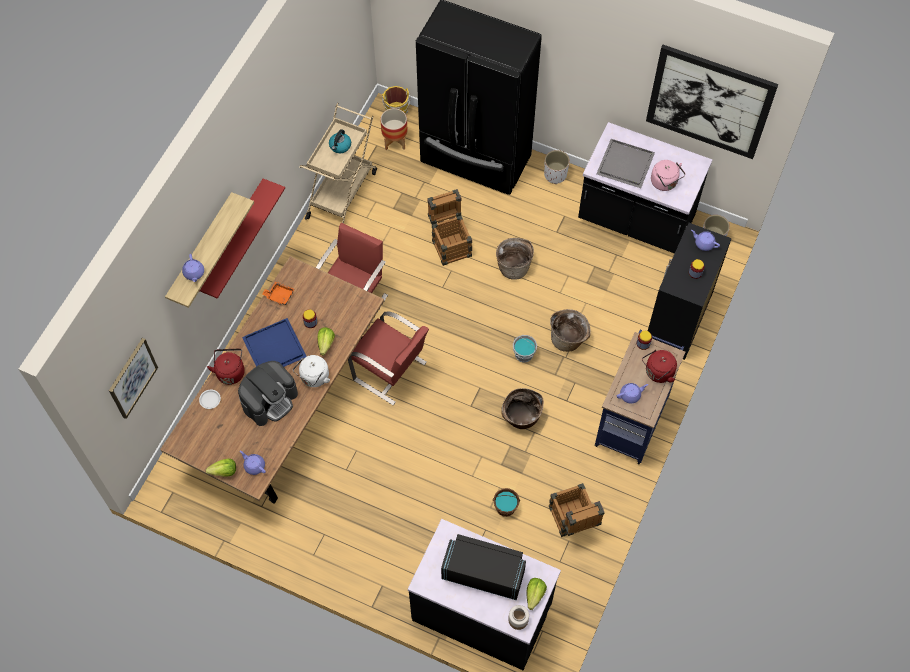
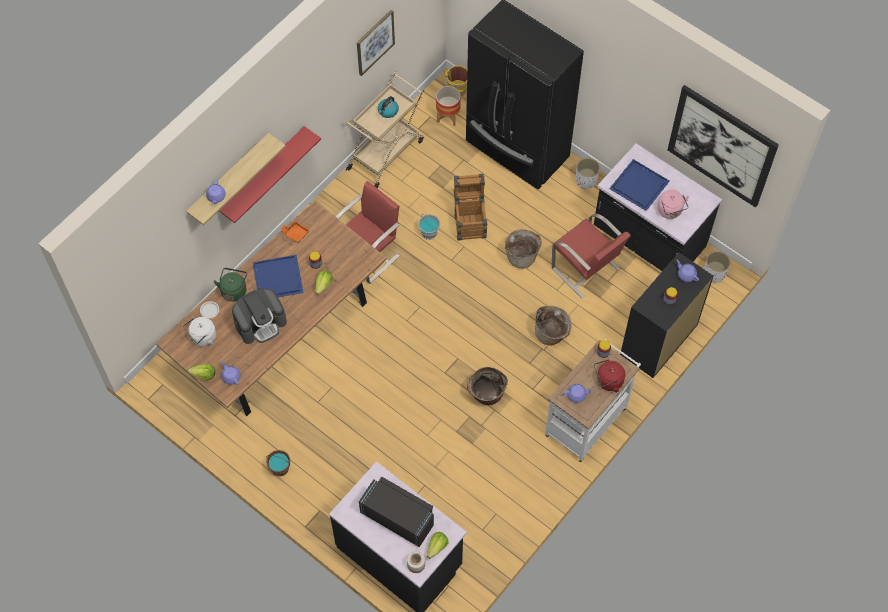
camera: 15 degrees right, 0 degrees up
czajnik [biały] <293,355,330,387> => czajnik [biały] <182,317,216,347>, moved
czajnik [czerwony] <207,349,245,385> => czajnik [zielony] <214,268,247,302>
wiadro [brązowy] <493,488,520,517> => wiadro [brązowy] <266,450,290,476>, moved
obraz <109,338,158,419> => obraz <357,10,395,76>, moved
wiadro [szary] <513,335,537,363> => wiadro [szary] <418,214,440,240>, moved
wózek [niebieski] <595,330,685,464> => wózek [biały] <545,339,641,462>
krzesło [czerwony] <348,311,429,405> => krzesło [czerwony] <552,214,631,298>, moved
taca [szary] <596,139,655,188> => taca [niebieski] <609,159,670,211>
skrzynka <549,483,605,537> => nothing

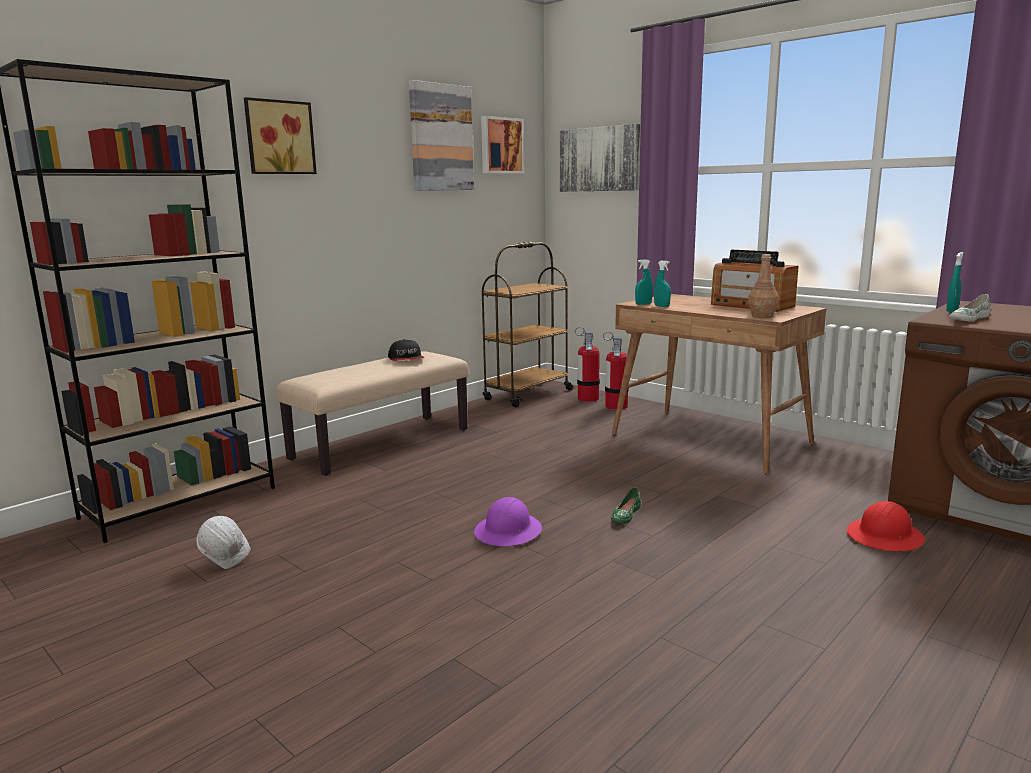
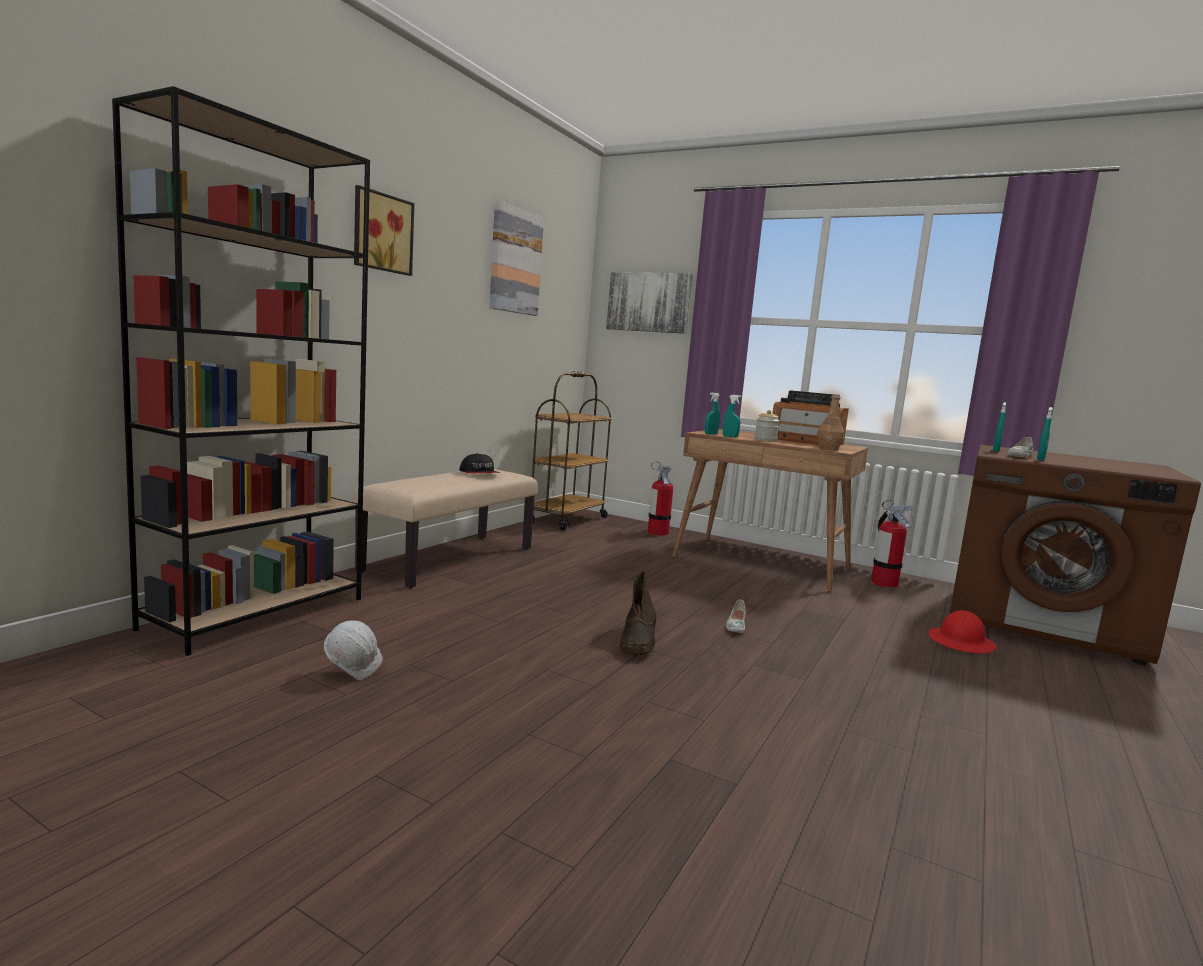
camera: 15 degrees left, 5 degrees down
kask [fioletowy] <474,497,542,546> => but z cholewką [brązowy] <620,571,657,655>
but [zielony] <611,488,641,524> => but [biały] <726,600,746,633>
nothing => słoik <755,410,780,442>
gaśnica <575,327,600,402> => gaśnica <871,499,913,588>, moved
nothing => spryskiwacz [turkusowy] <1037,407,1053,460>
obraz <481,116,525,174> => nothing

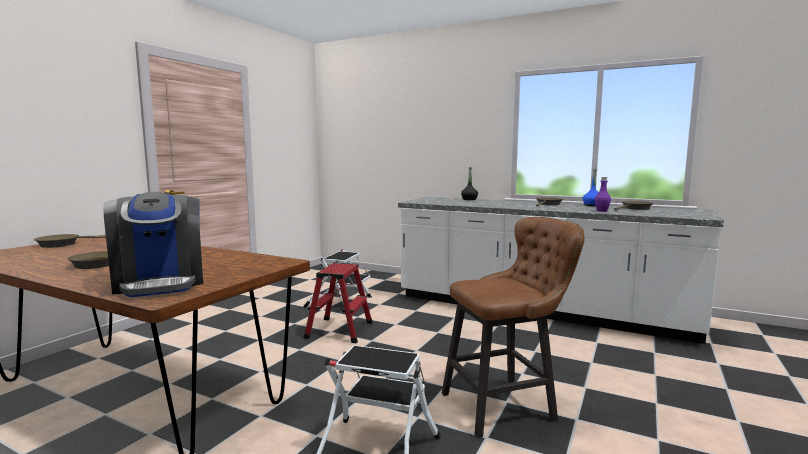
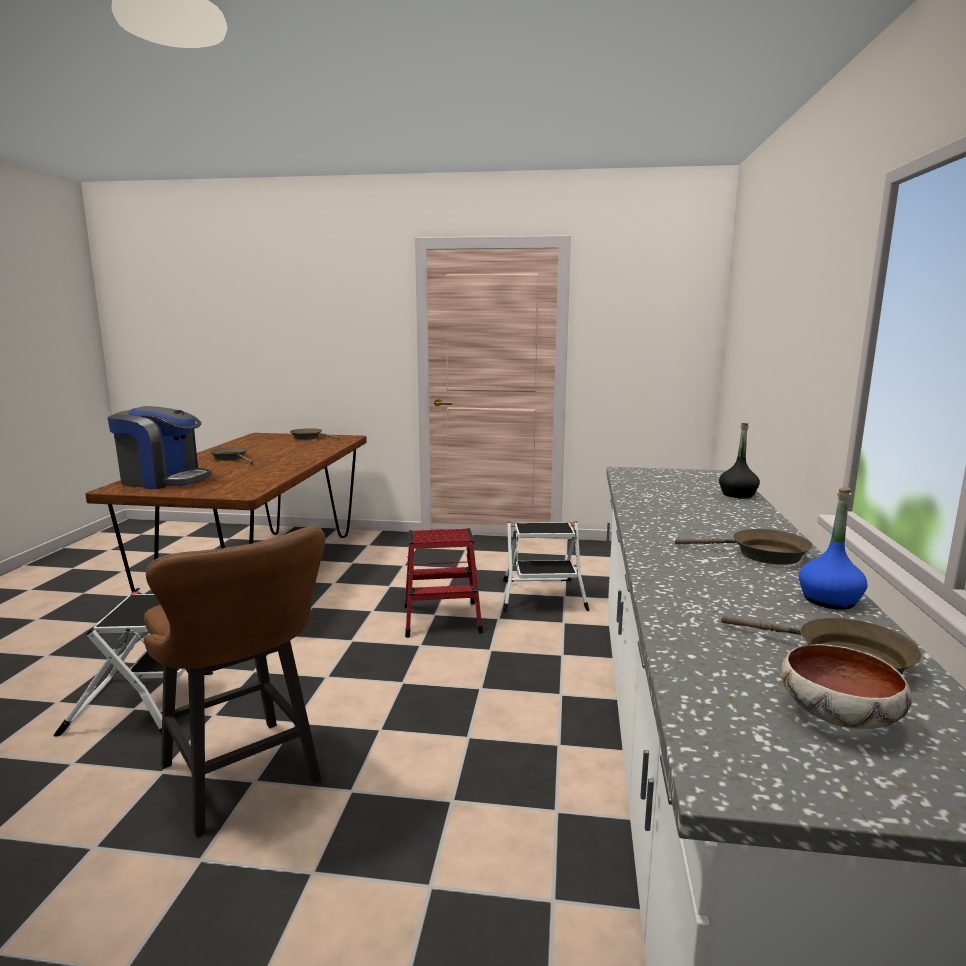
camera: 70 degrees right, 5 degrees up
ekspres do kawy <103,192,203,297> => ekspres do kawy <107,406,212,489>, 120 degrees counterclockwise
nothing => miska <781,644,912,729>
butelka [fioletowy] <595,177,611,212> => nothing

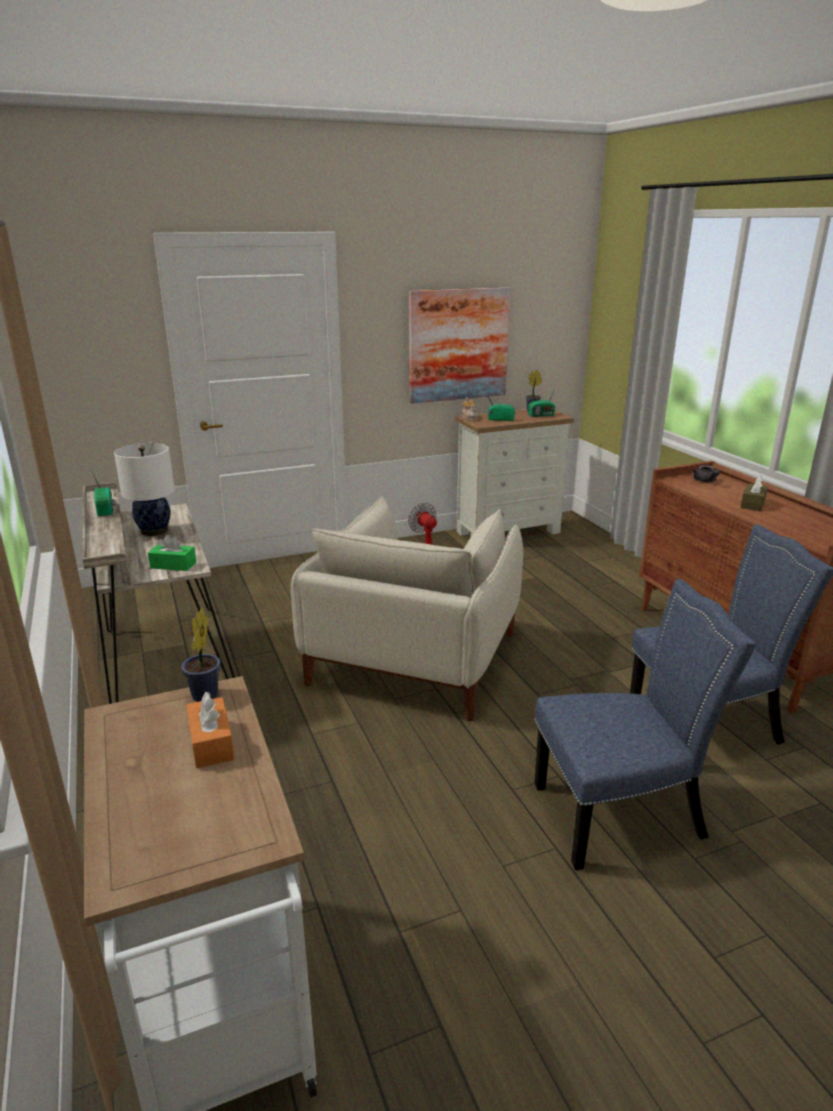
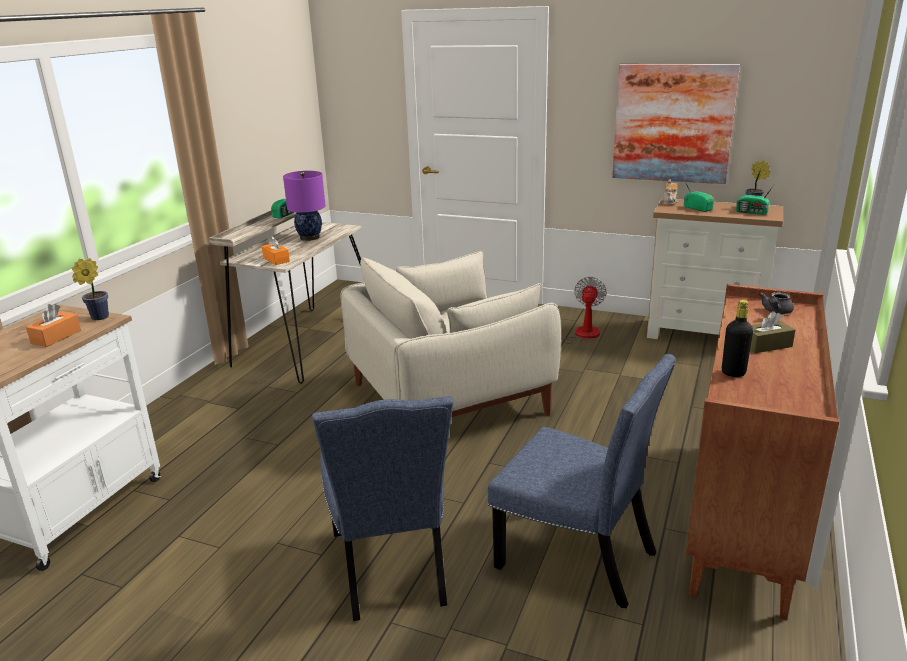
camera: 45 degrees right, 0 degrees up
pudełko chusteczek [zielony] <148,535,196,571> => pudełko chusteczek [pomarańczowy] <262,236,290,265>
lampa stołowa [biały] <114,443,175,536> => lampa stołowa [fioletowy] <283,171,326,241>
krzesło [niebieski] <534,579,757,870> => krzesło [niebieski] <312,396,453,621>, 45 degrees clockwise
nothing => butelka [czarny] <722,300,753,377>

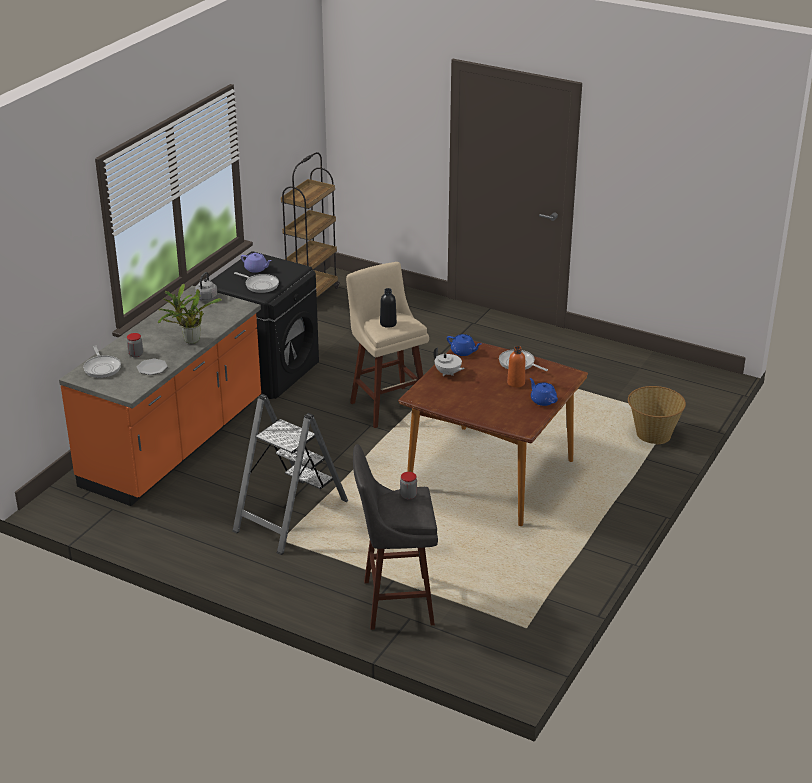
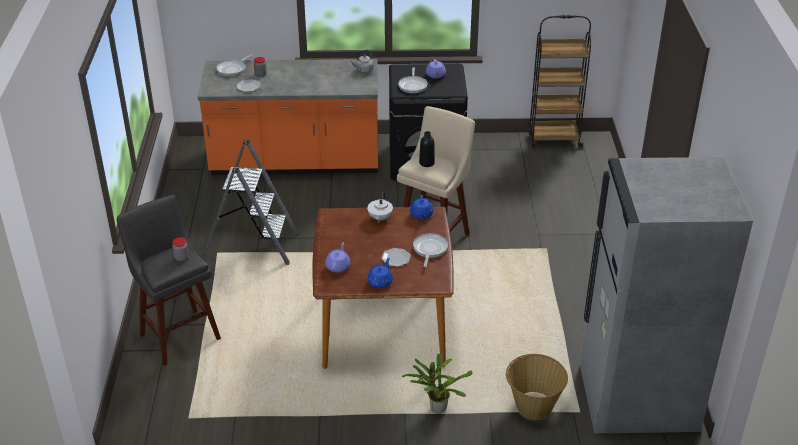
camera: 60 degrees right, 5 degrees up
nothing => imbryk [fioletowy] <325,242,350,273>
butelka [pomarańczowy] <507,346,525,388> => talerz <381,248,411,267>
roślina doniczkowa <158,284,222,344> => roślina doniczkowa <402,354,472,414>, moved
nothing => lodówka [szary] <580,157,753,434>

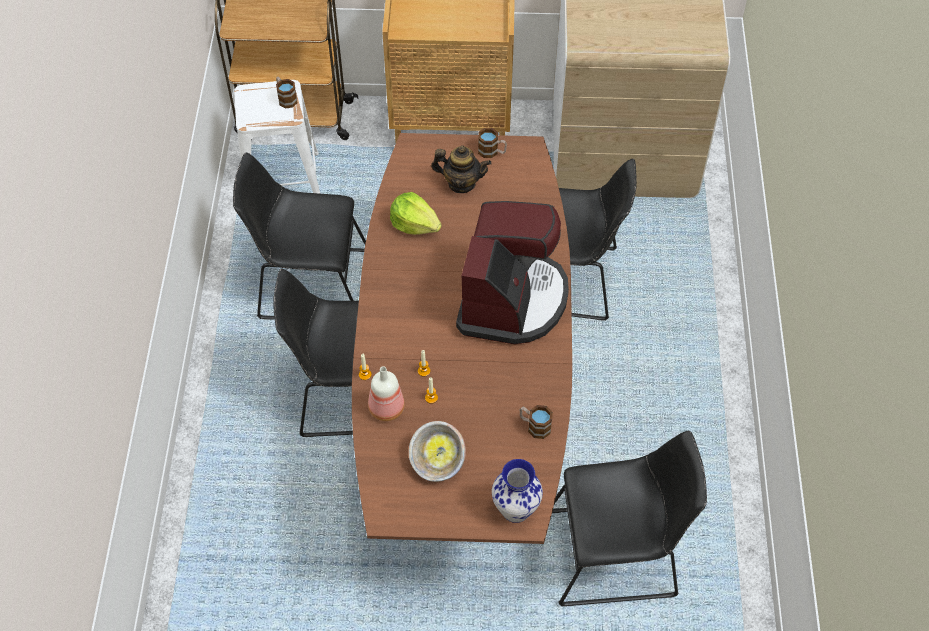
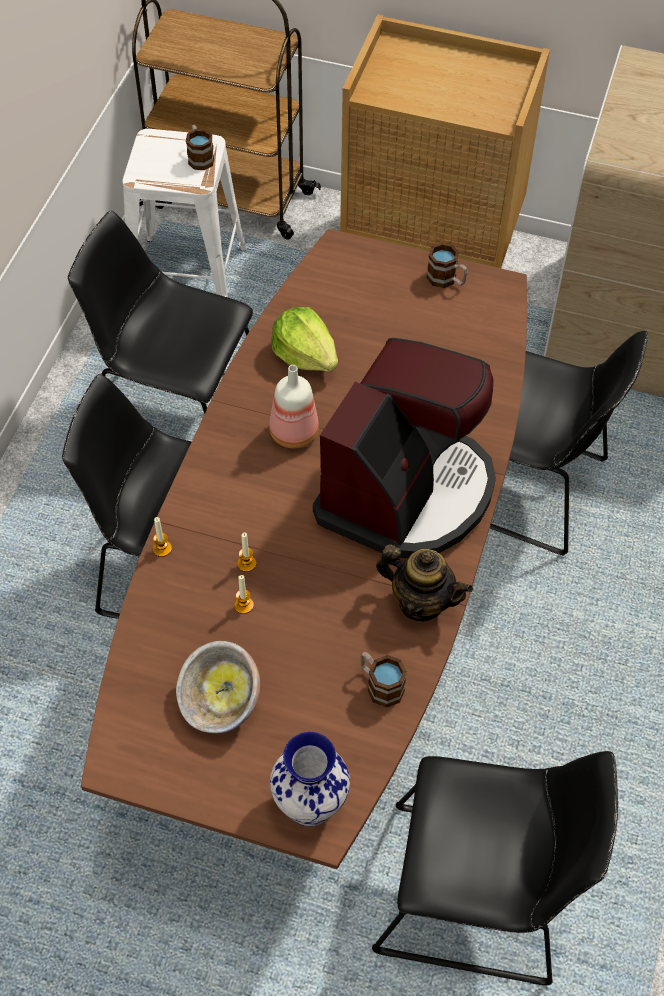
camera: 15 degrees right, 0 degrees up
butelka <368,366,405,421> => butelka <269,365,319,449>, moved
imbryk <431,145,491,193> => imbryk <376,544,473,621>, moved

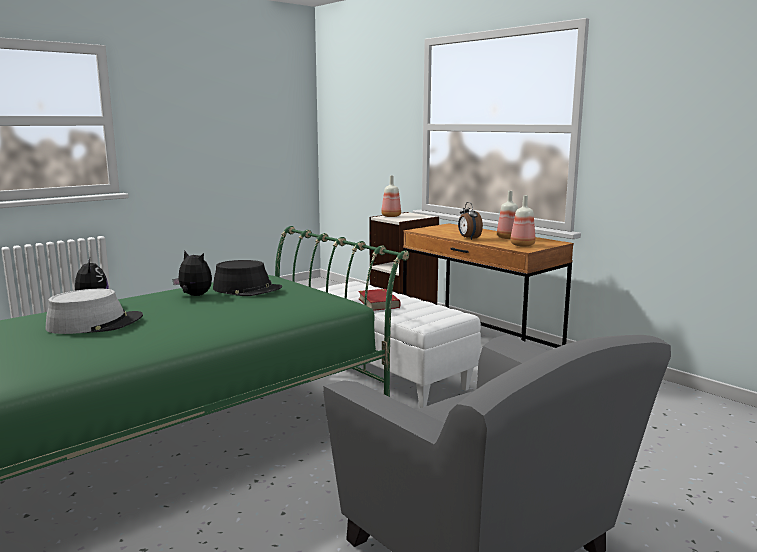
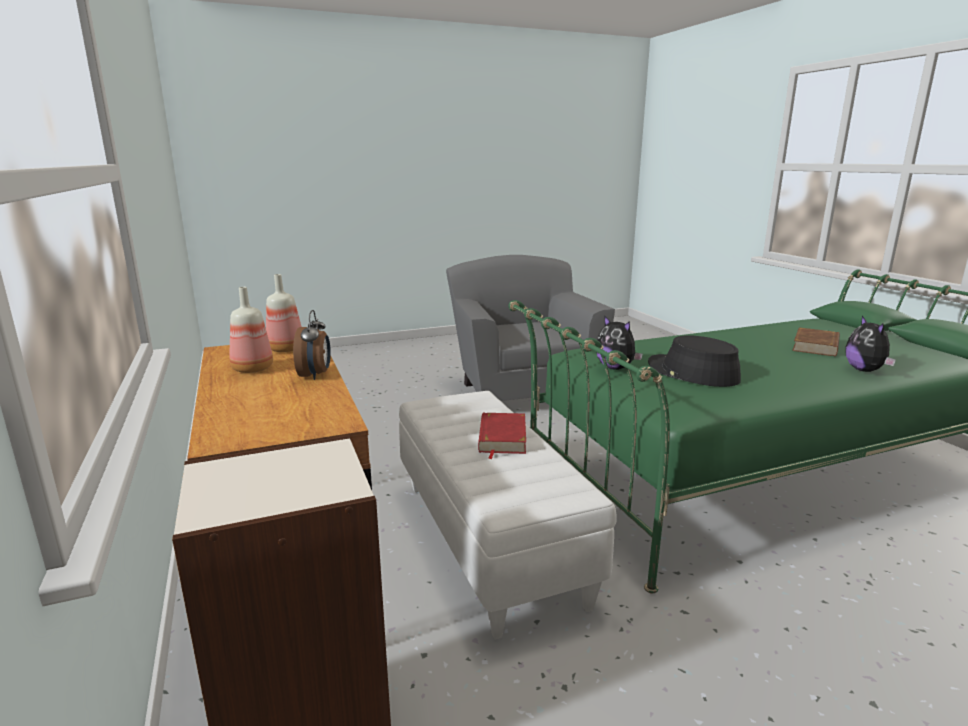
camera: 160 degrees left, 5 degrees up
pluszak <172,251,212,296> => pluszak <597,315,643,370>, moved
kapelusz [szary] <45,289,143,334> => książka [brązowy] <792,327,840,356>
butelka <381,175,401,217> => nothing

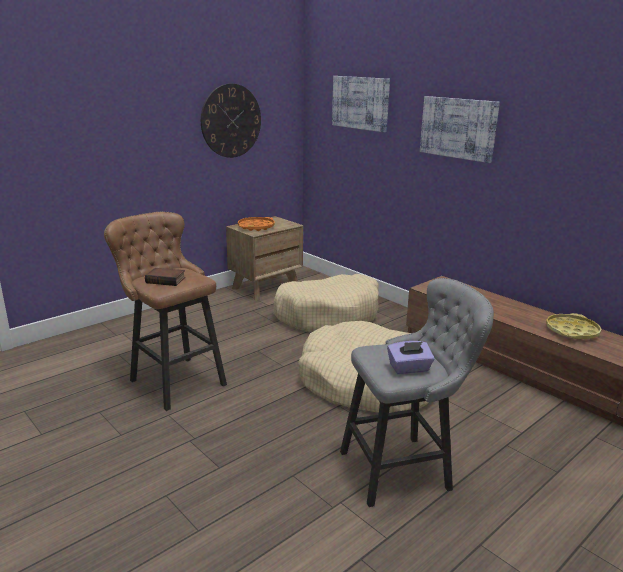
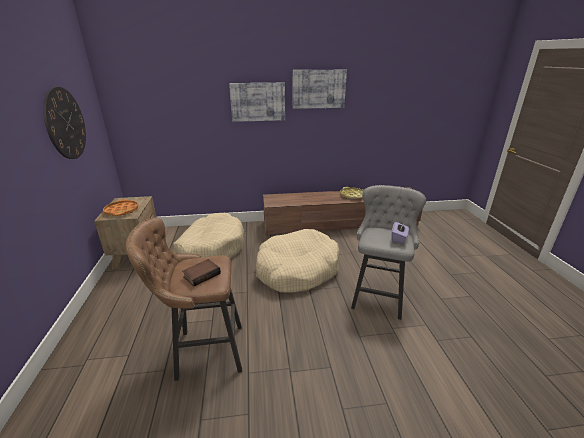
camera: 55 degrees left, 5 degrees up
obraz <332,76,390,132> => obraz <293,70,347,109>, moved

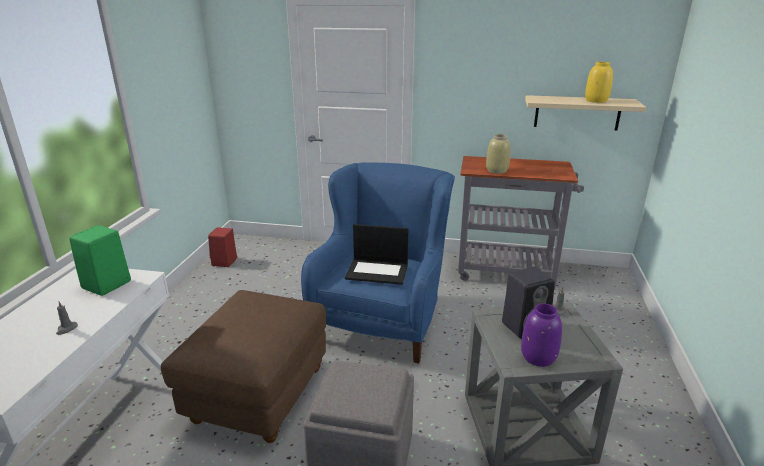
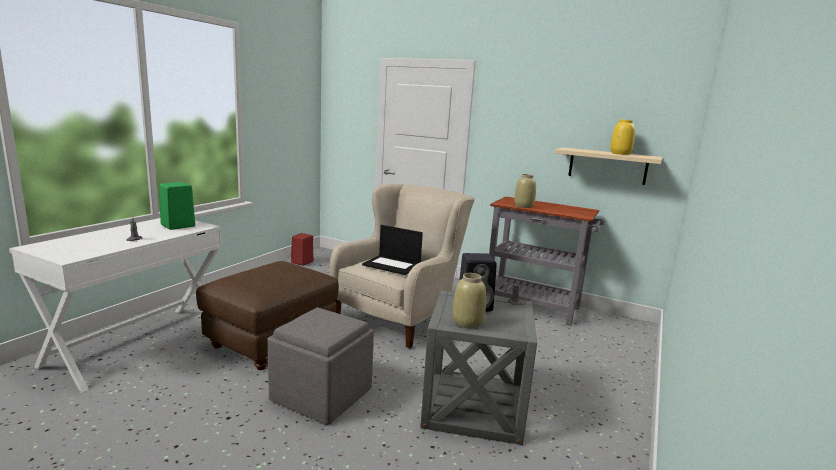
camera: 15 degrees right, 10 degrees down
fotel [niebieski] <301,162,455,364> => fotel [beżowy] <329,184,475,348>
wazon [fioletowy] <521,303,562,367> => wazon [beżowy] <453,273,486,329>

